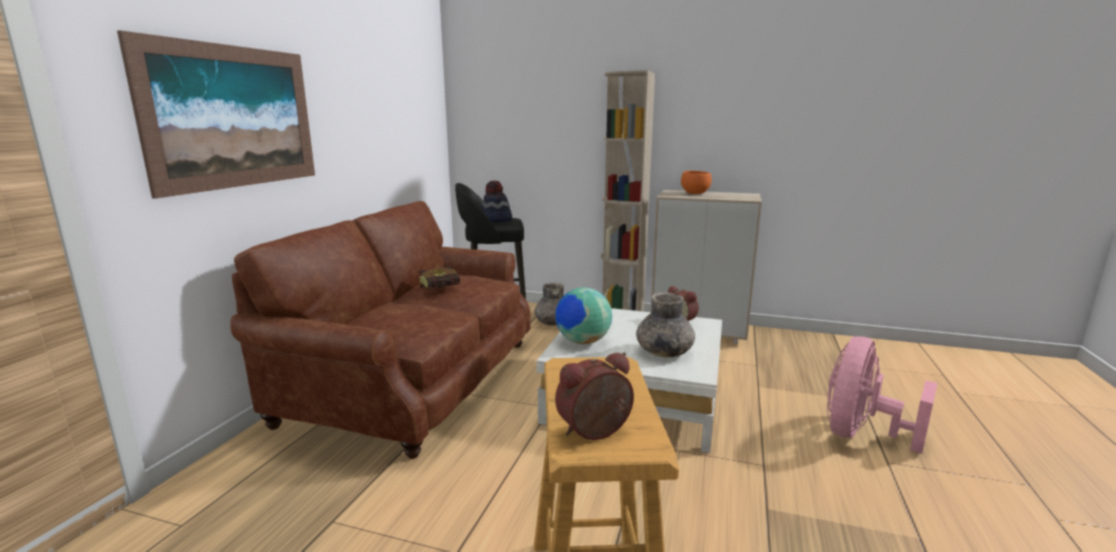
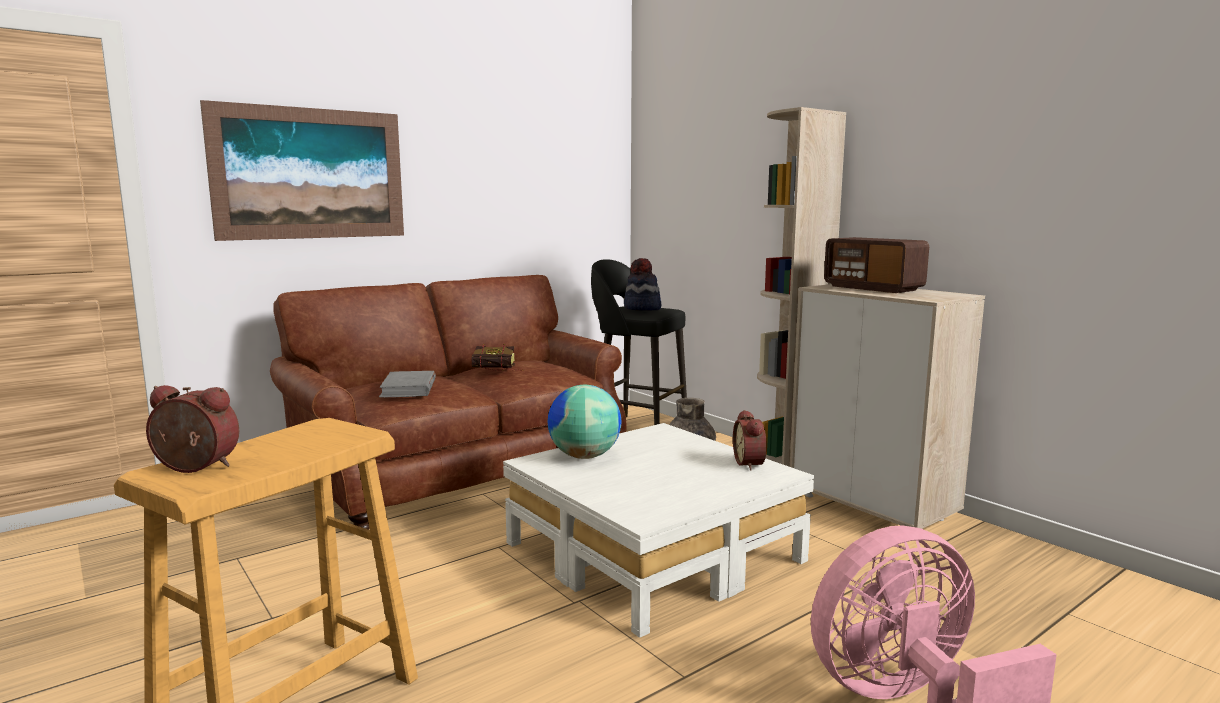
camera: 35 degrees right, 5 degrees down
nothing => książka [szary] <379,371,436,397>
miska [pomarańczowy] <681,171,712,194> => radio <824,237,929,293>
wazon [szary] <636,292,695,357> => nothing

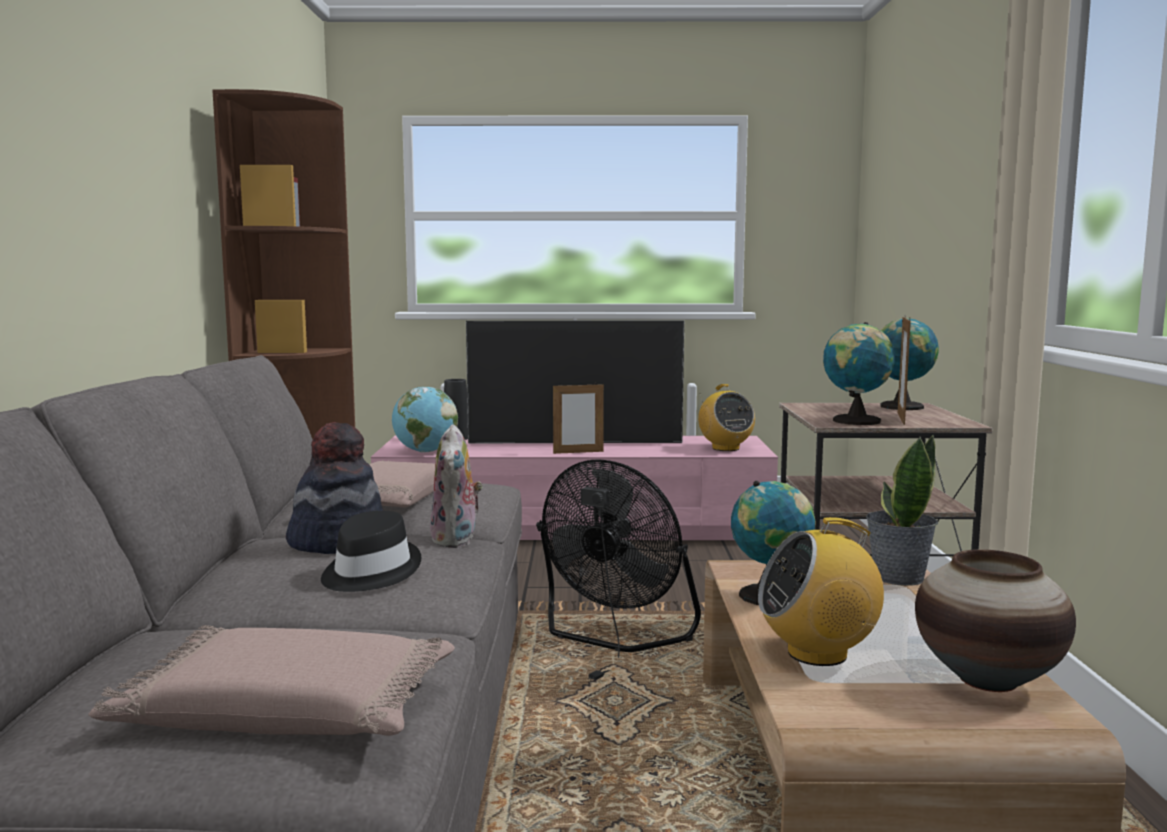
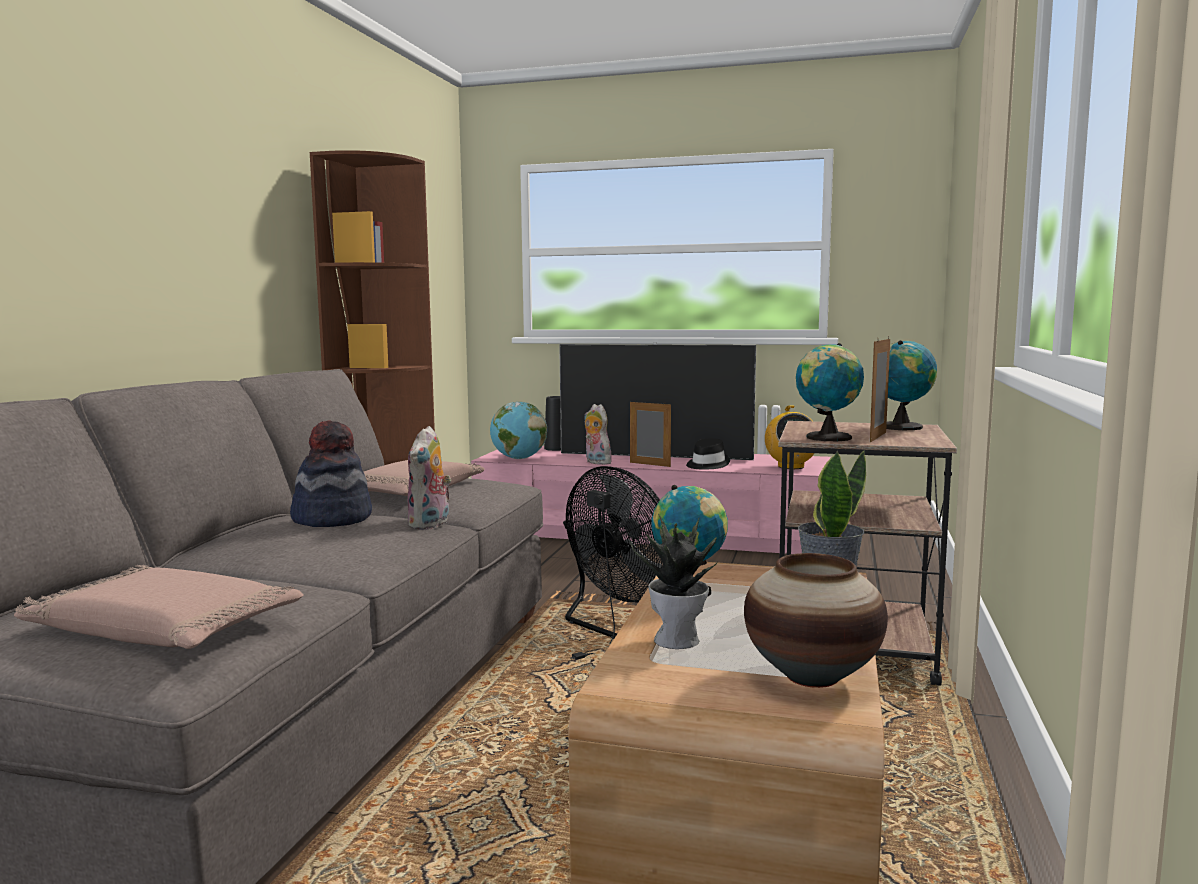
camera: 15 degrees right, 0 degrees up
nothing => pluszak <584,404,612,465>
ramka na zdjęcie <553,382,604,454> => ramka na zdjęcie <630,400,671,467>, 150 degrees counterclockwise
radio <758,517,884,666> => roślina doniczkowa <630,513,717,649>
kapelusz [czarny] <321,511,422,592> => kapelusz [czarny] <686,438,730,469>, moved

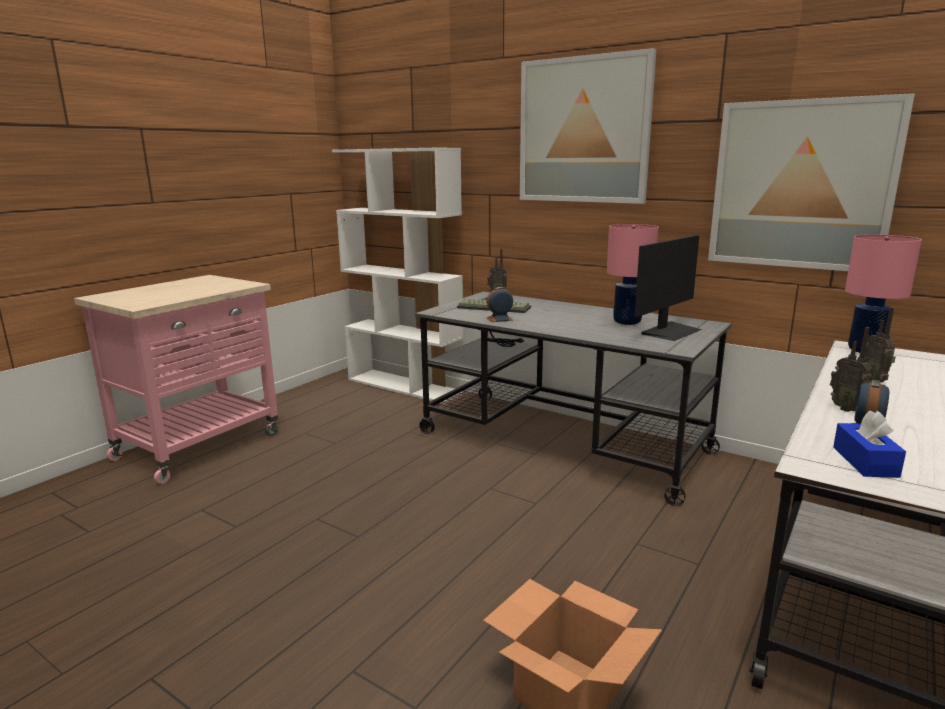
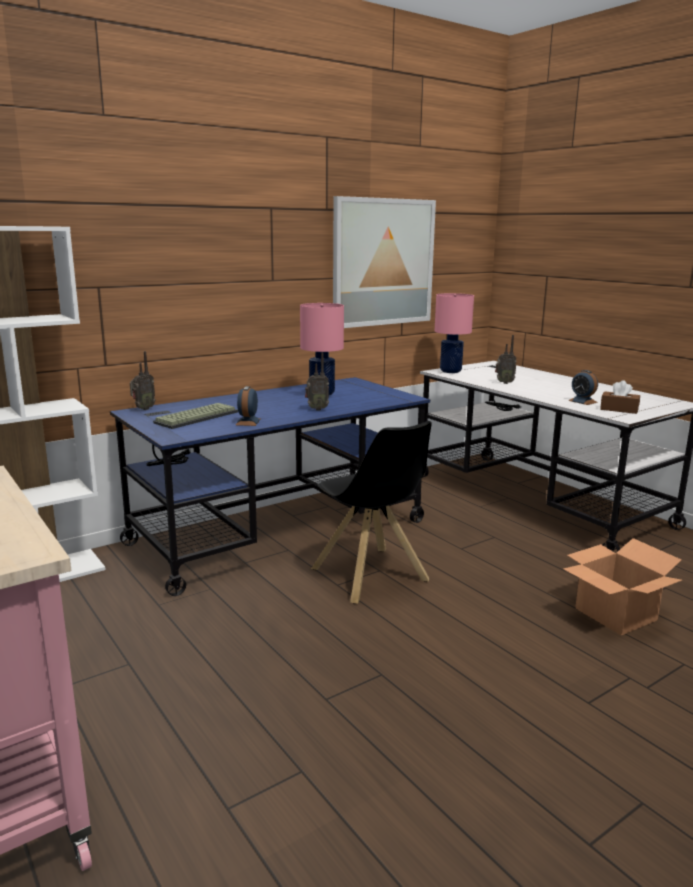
camera: 70 degrees left, 0 degrees up
biurko [szary] <415,292,732,506> => biurko [niebieski] <110,377,430,596>
radio <830,327,872,412> => radio <305,353,329,410>, moved
nothing => krzesło [czarny] <311,421,432,604>
pudełko chusteczek [niebieski] <833,411,906,478> => pudełko chusteczek [brązowy] <600,380,640,414>
obraz <520,48,657,204> => nothing
monitor <635,235,702,341> => nothing

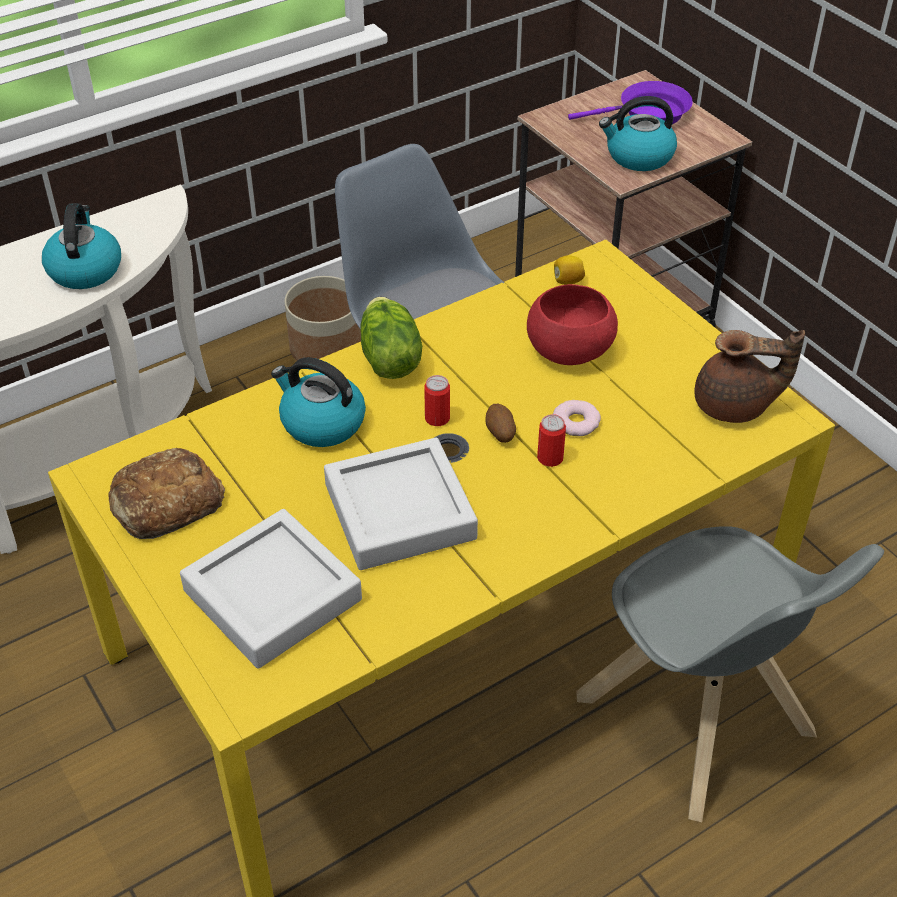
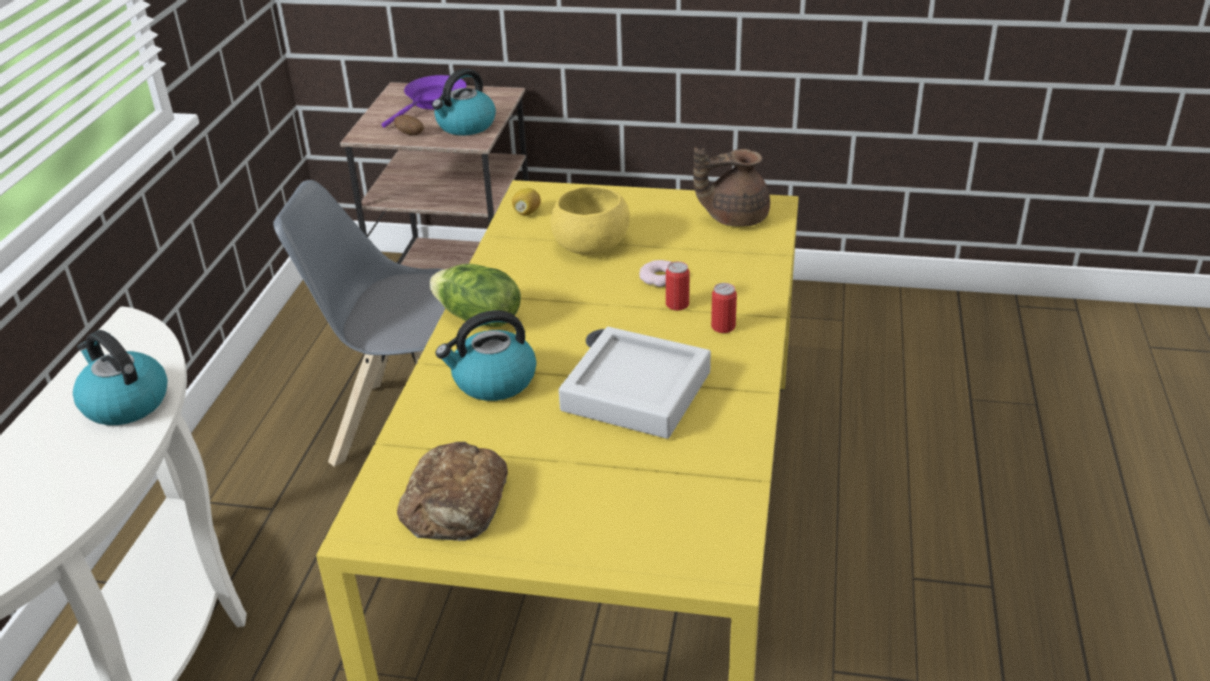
camera: 45 degrees left, 10 degrees down
ziemniak <486,404,516,443> => ziemniak <394,115,424,135>, moved
miska [czerwony] <527,284,618,365> => miska [żółty] <550,186,630,255>
imbryk [brązowy] <695,330,805,423> => imbryk [brązowy] <693,147,770,227>, 150 degrees counterclockwise
puszka <424,375,450,426> => puszka <711,283,737,333>, moved
taca [szary] <180,509,362,669> => nothing
donica <285,276,361,361> => nothing
krzesło [szary] <576,526,884,822> => nothing

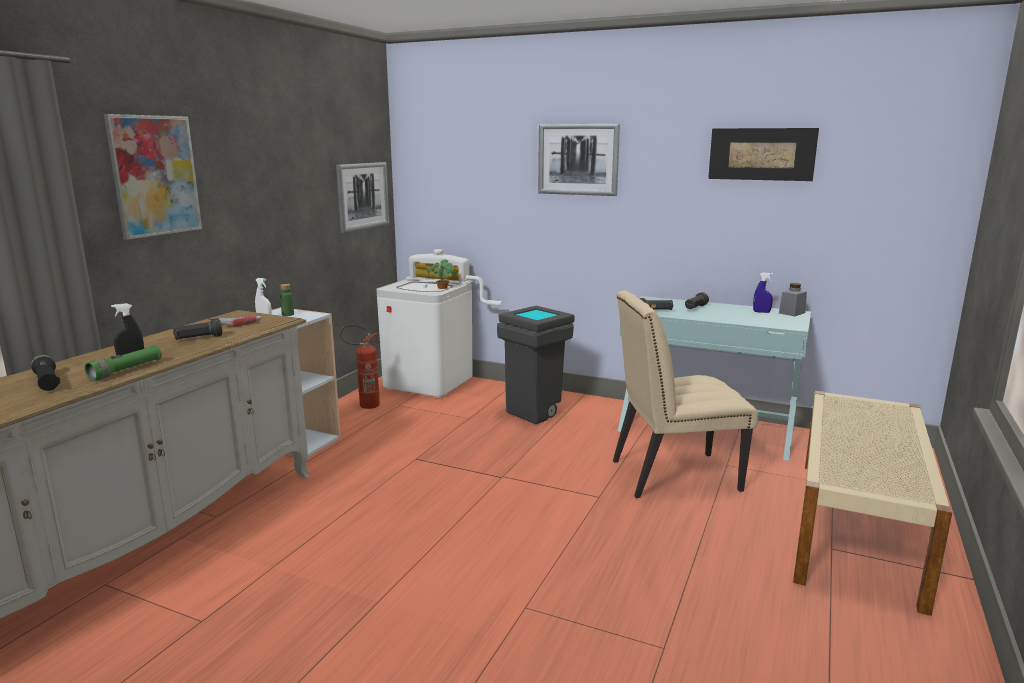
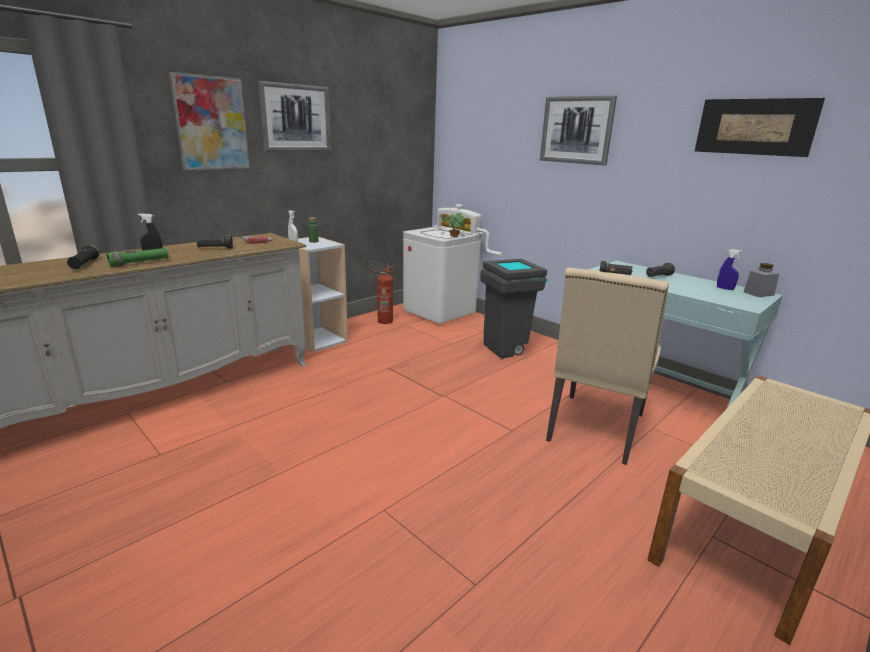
camera: 20 degrees right, 5 degrees up
obraz <336,162,389,233> => obraz <258,81,331,152>, moved
krzesło [beżowy] <613,290,758,498> => krzesło [beżowy] <546,267,669,465>, 75 degrees counterclockwise

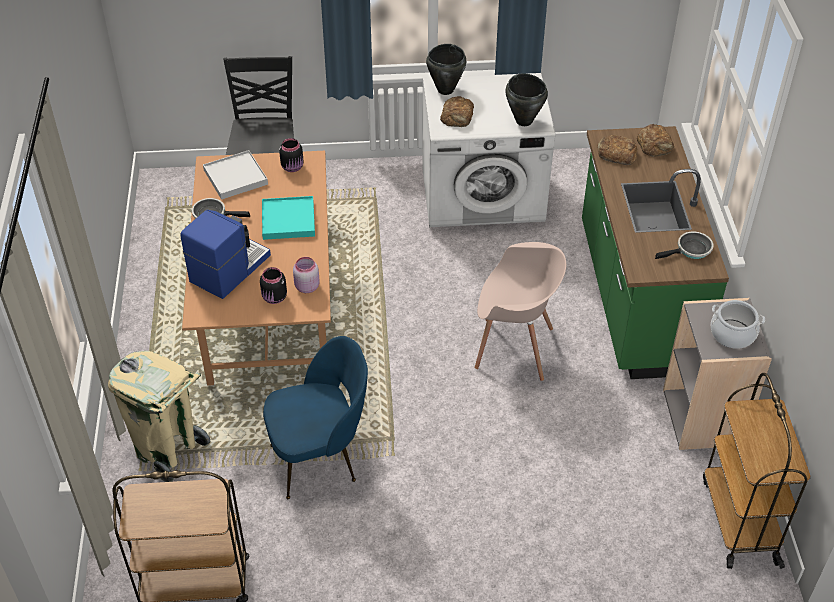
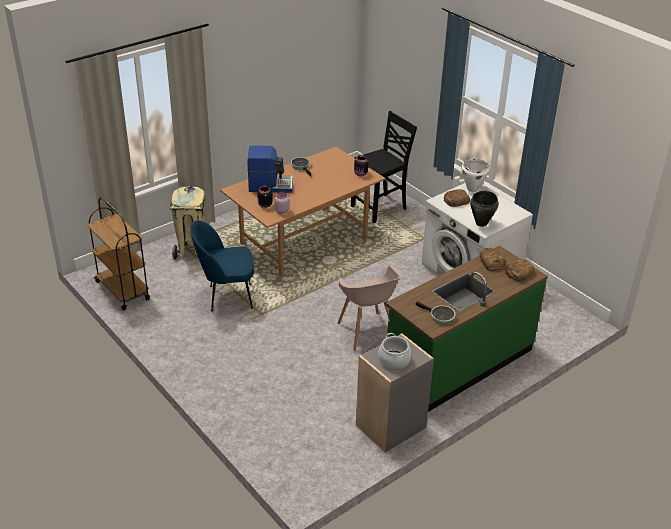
camera: 55 degrees right, 10 degrees down
krzesło [niebieski] <263,336,368,499> => krzesło [niebieski] <191,220,254,312>, 135 degrees clockwise
garnek [czarny] <426,44,466,95> => garnek [biały] <461,159,490,192>
taca [biały] <203,150,268,200> => nothing
taca [turkusowy] <262,196,315,240> => nothing
wózek [brązowy] <703,373,811,569> => nothing

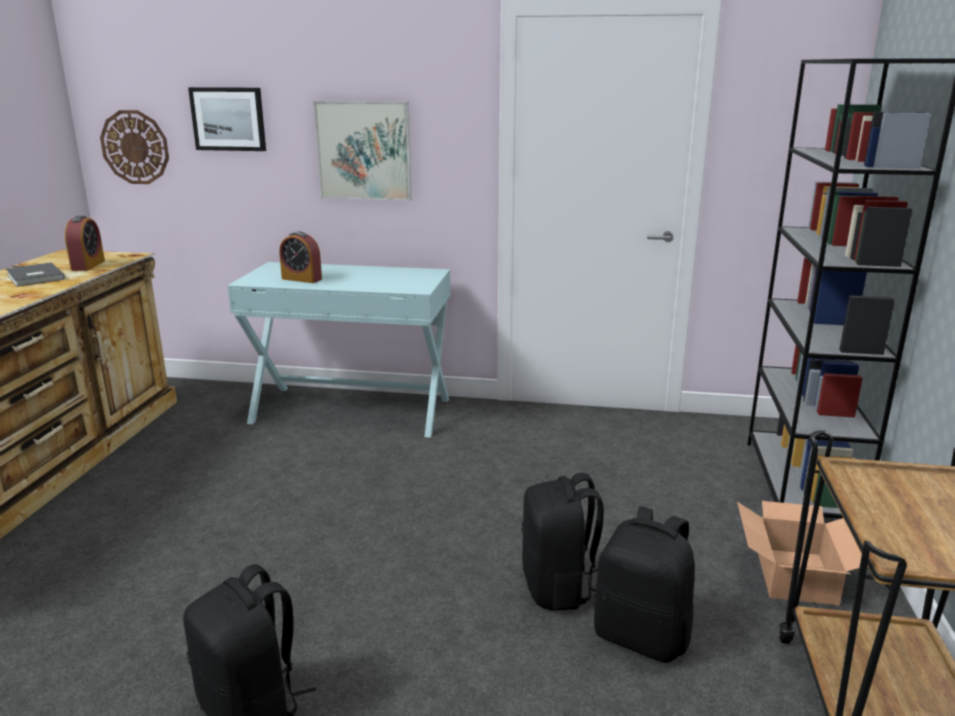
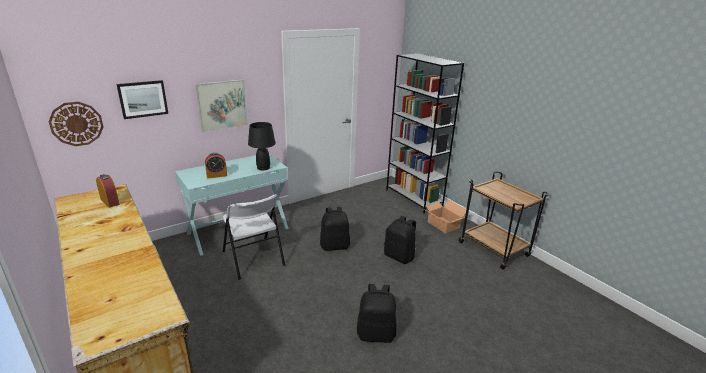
camera: 45 degrees left, 5 degrees up
nothing => krzesło [biały] <222,194,285,280>
nothing => lampa stołowa [czarny] <248,122,276,170>
plecak [czarny] <594,506,695,663> => plecak [czarny] <320,207,350,251>, moved
książka [szary] <6,262,65,287> => nothing

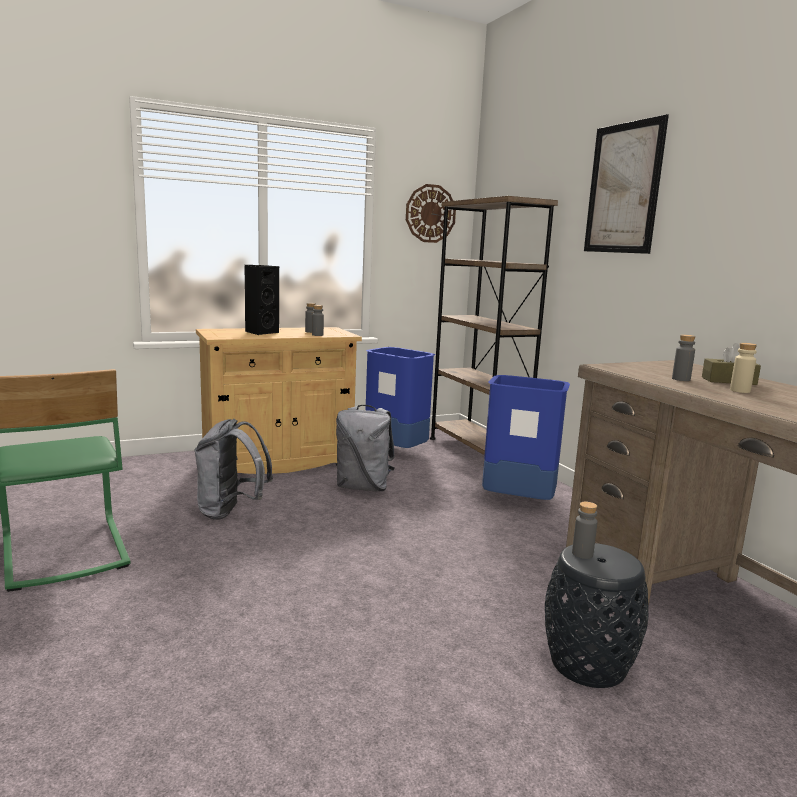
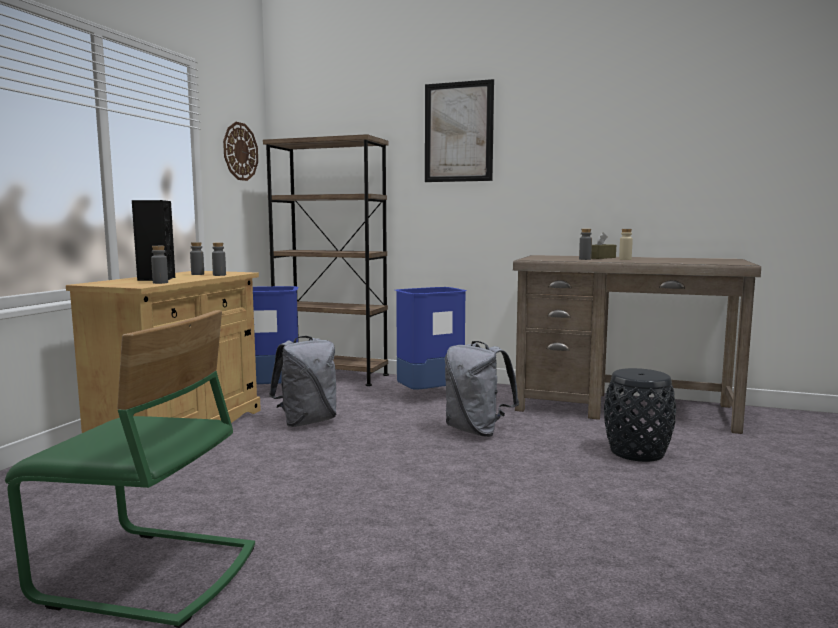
camera: 45 degrees left, 5 degrees down
butelka [szary] <572,502,597,559> => butelka [szary] <151,246,168,284>, moved
plecak [szary] <194,419,273,520> => plecak [szary] <445,341,519,437>, moved

